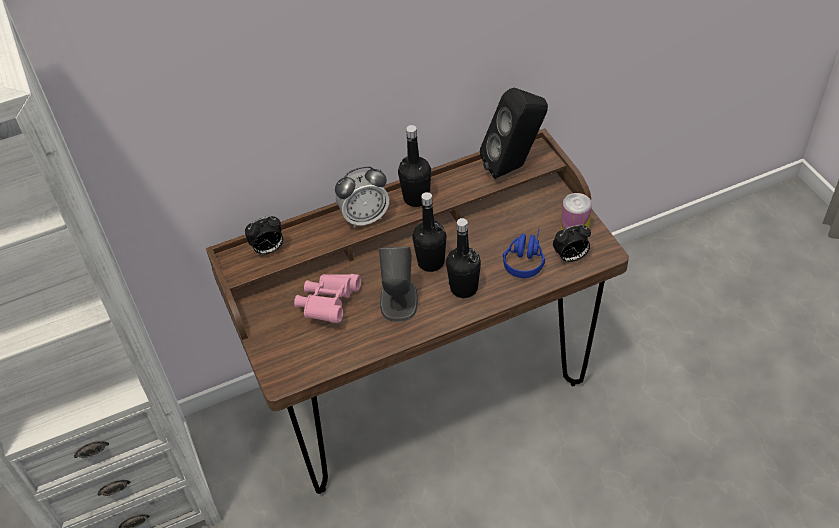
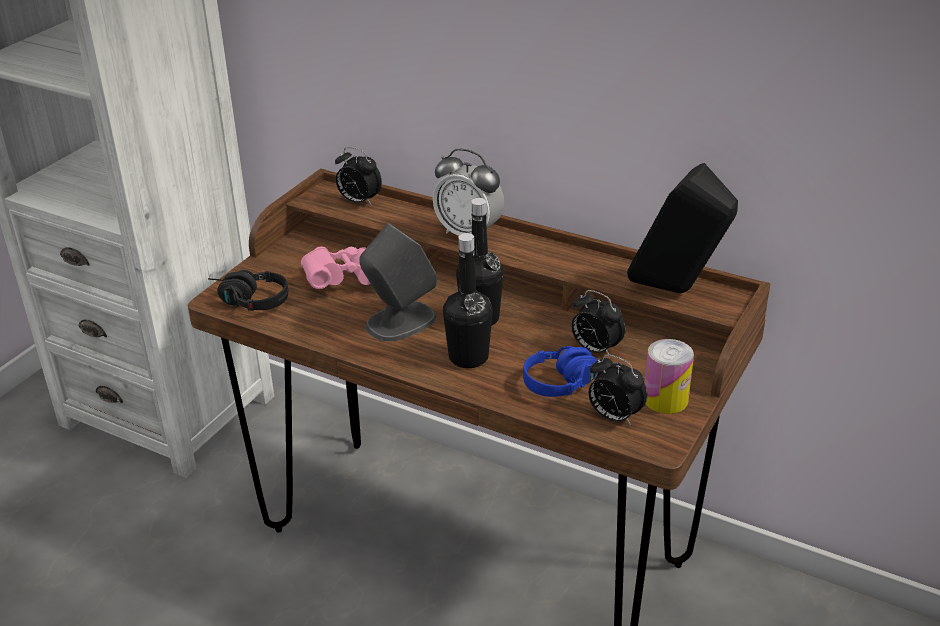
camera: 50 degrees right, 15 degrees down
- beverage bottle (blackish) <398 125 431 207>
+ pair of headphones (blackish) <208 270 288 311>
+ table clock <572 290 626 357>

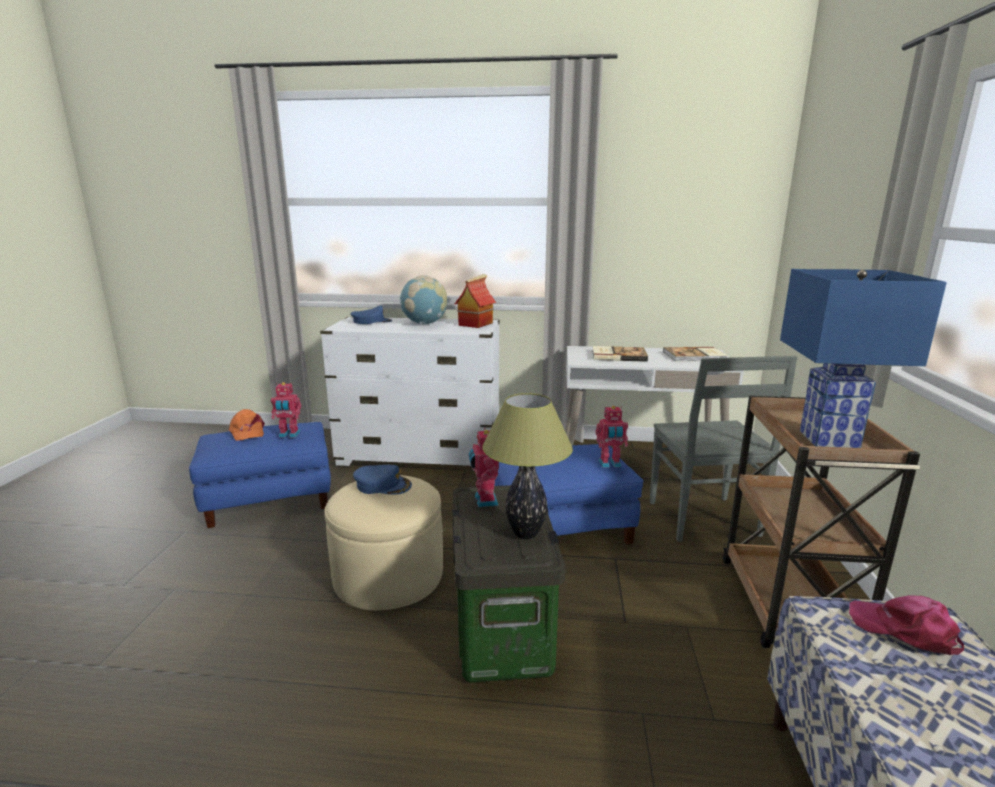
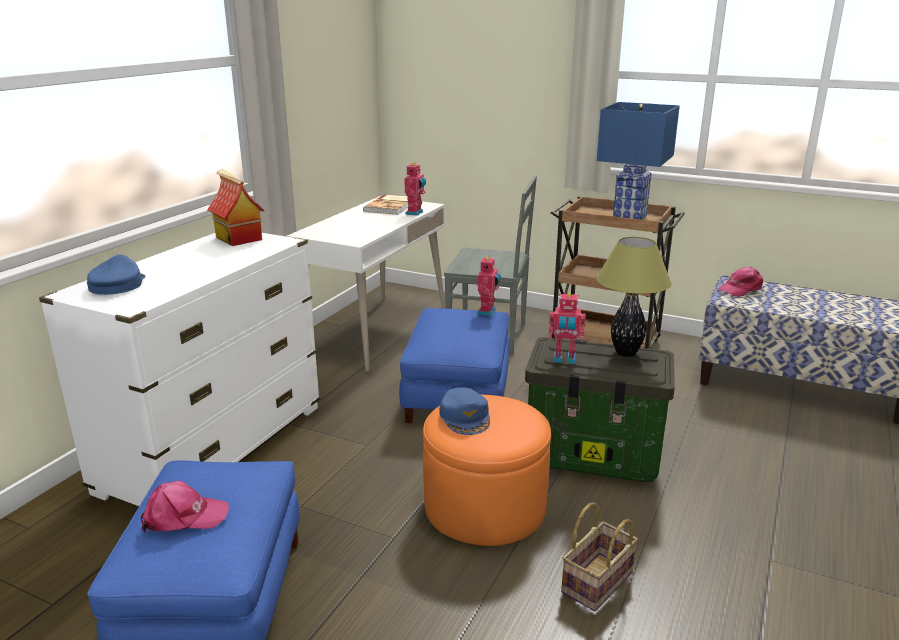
camera: 70 degrees left, 5 degrees up
- world globe <400 275 448 324>
- book <592 346 648 362>
~ model robot <271 382 301 438> to <404 162 426 216>
~ peaked cap (orange-coloured) <229 409 265 441> to peaked cap (pink-coloured) <141 481 229 534>
~ peaked cap (blue-coloured) <353 465 412 495> = <439 388 490 435> 135 degrees clockwise
~ pouffe (beige) <324 475 443 610> to pouffe (orange-coloured) <423 395 551 546>
+ household basket <561 502 638 611>

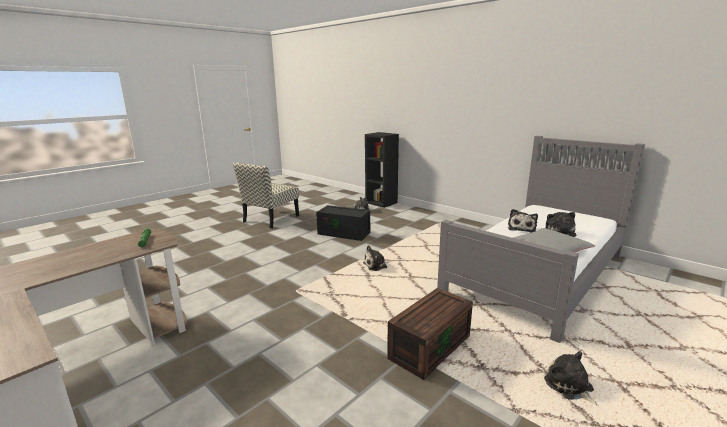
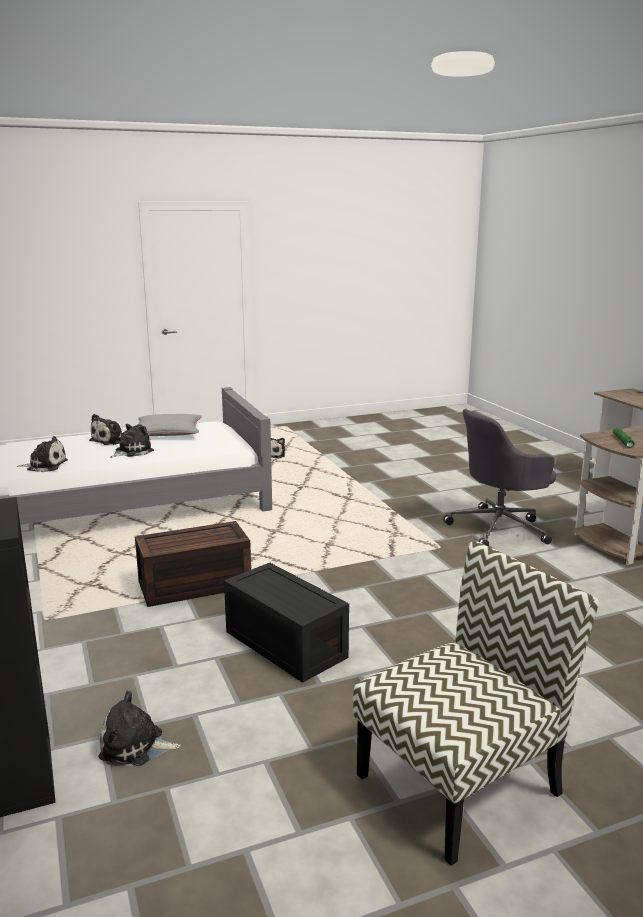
camera: 155 degrees left, 0 degrees up
~ soft toy <363 245 391 271> to <17 436 68 472>
~ storage box (brown-coloured) <387 288 473 380> to <135 521 251 607>
+ office chair (grey) <443 409 556 546>

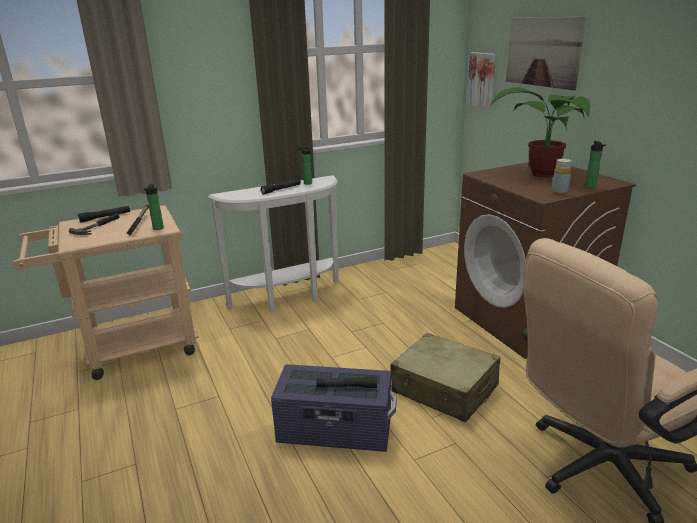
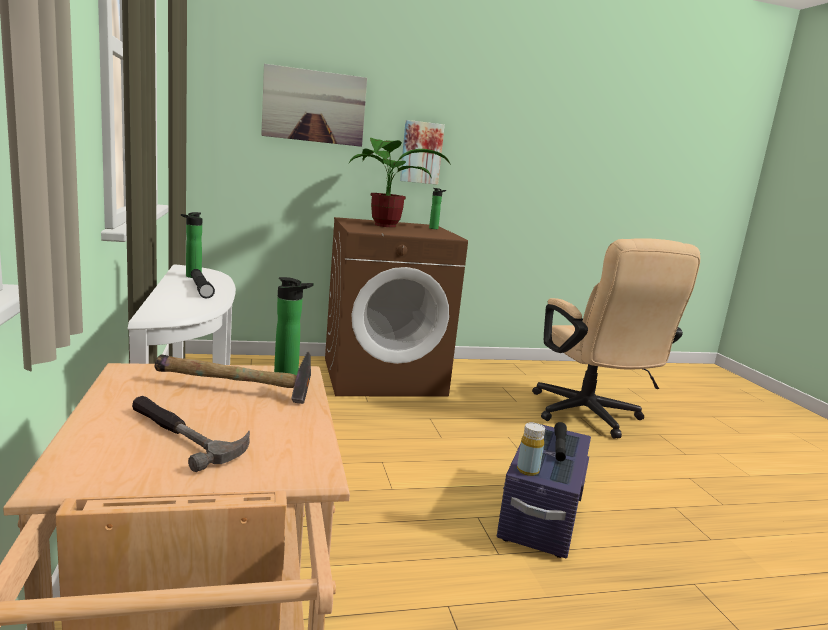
camera: 80 degrees left, 10 degrees down
~ picture <467 52 496 109> to <400 120 445 185>
~ beverage bottle (yellow) <552 159 572 195> to <517 422 545 476>
- torch (blackish) <78 206 130 223>
- piece of luggage (beige) <391 333 500 423>

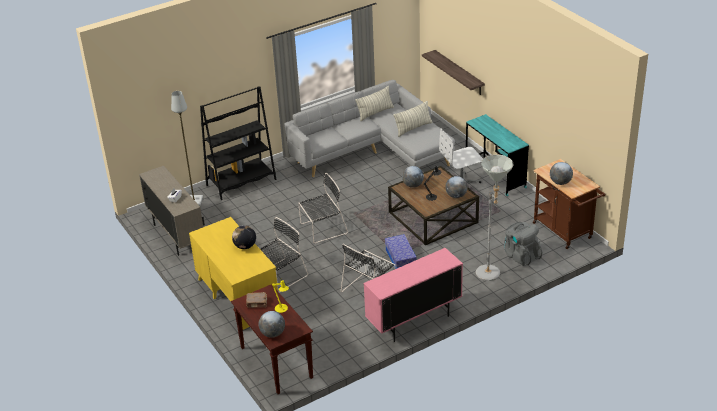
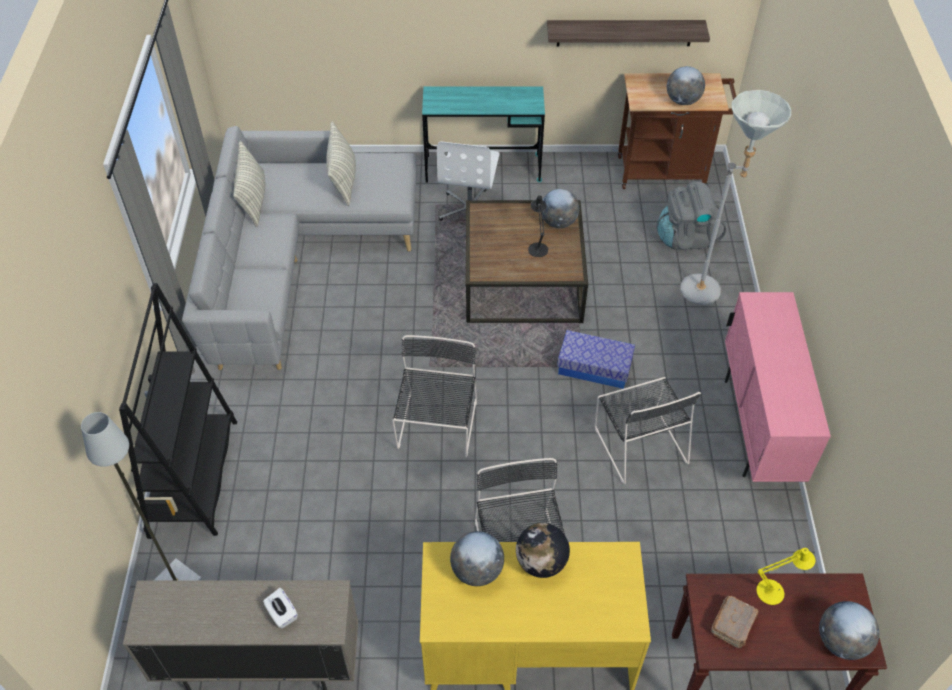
camera: 60 degrees left, 15 degrees up
~ shelf <422 50 485 95> to <547 20 710 46>
~ world globe <402 166 424 188> to <450 531 504 586>

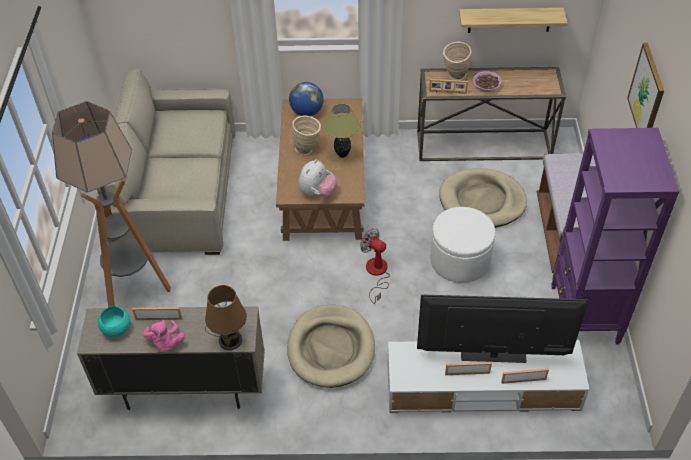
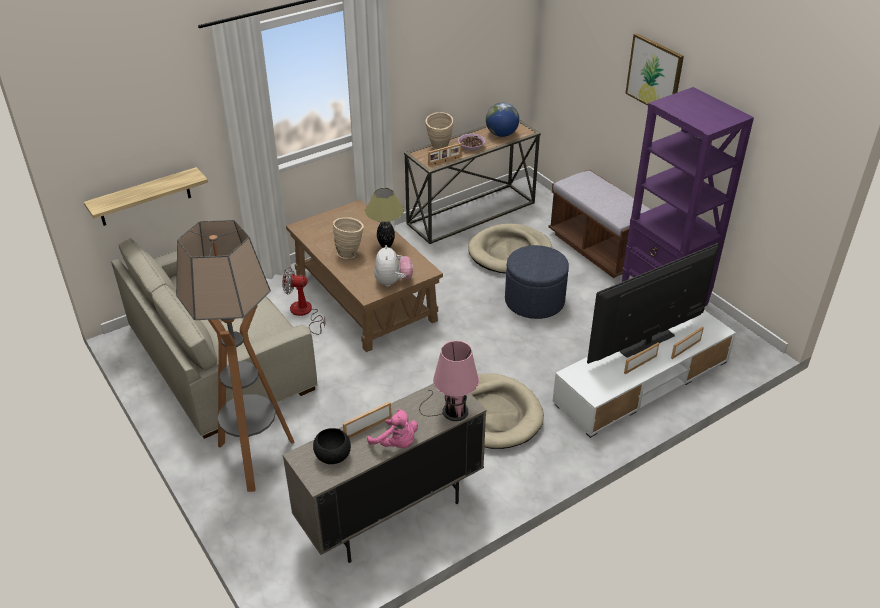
camera: 35 degrees left, 10 degrees down
~ shelf <459 8 568 33> to <84 167 208 226>
~ world globe <289 82 324 116> to <486 103 519 137>
~ pouffe (whitish) <430 207 495 283> to pouffe (blue-coloured) <505 245 569 319>
~ cooling fan <360 228 390 304> to <282 267 325 335>
~ table lamp (brown-coloured) <205 285 247 350> to table lamp (pink-coloured) <419 341 479 421>
~ deep dish (turquoise-coloured) <98 306 130 337> to deep dish (blackish) <313 428 351 464>

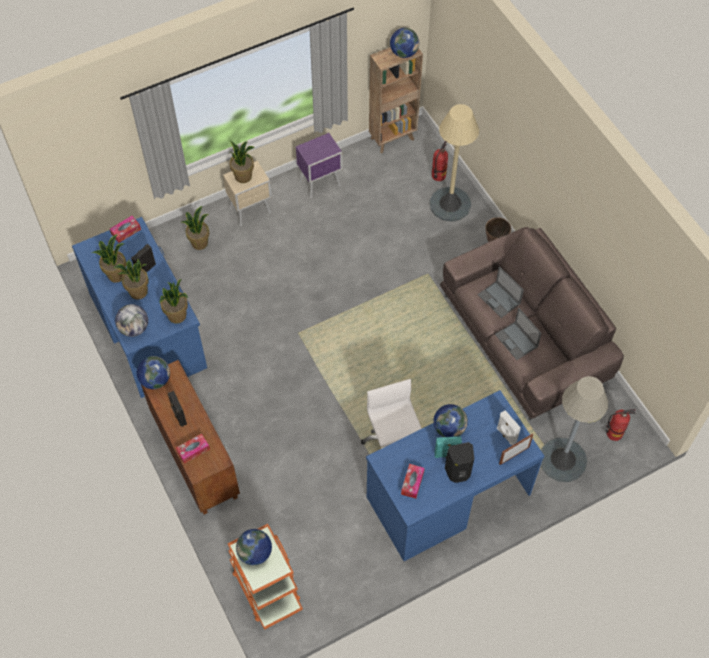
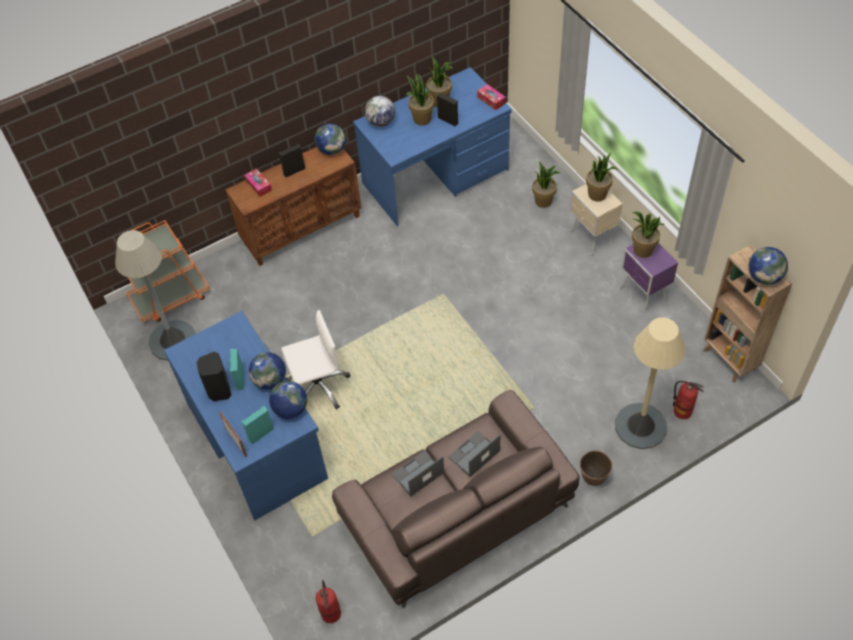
camera: 90 degrees right, 5 degrees down
~ houseplant <160 279 188 324> to <632 212 665 258>
~ standard lamp (grey) <541 376 608 482> to <115 230 196 361>
~ audio speaker (whitish) <497 410 521 445> to audio speaker (turquoise-coloured) <242 406 274 444>
- tissue box <401 464 425 499>
~ world globe <236 529 272 565> to <269 381 307 419>

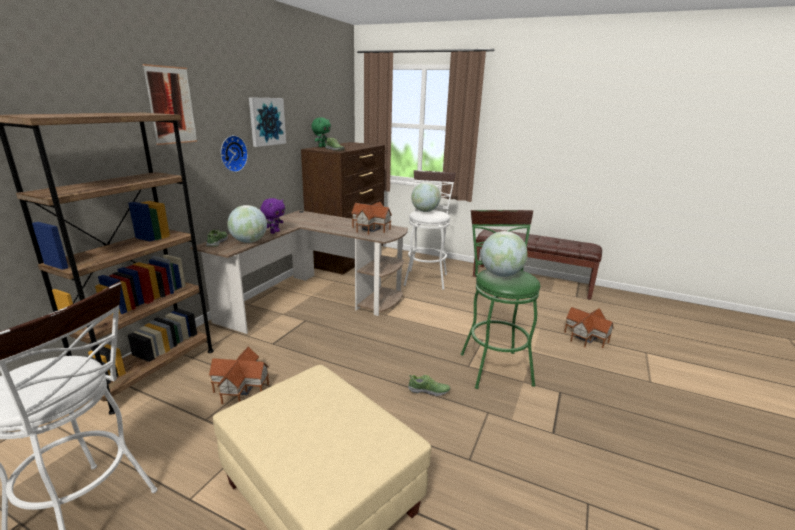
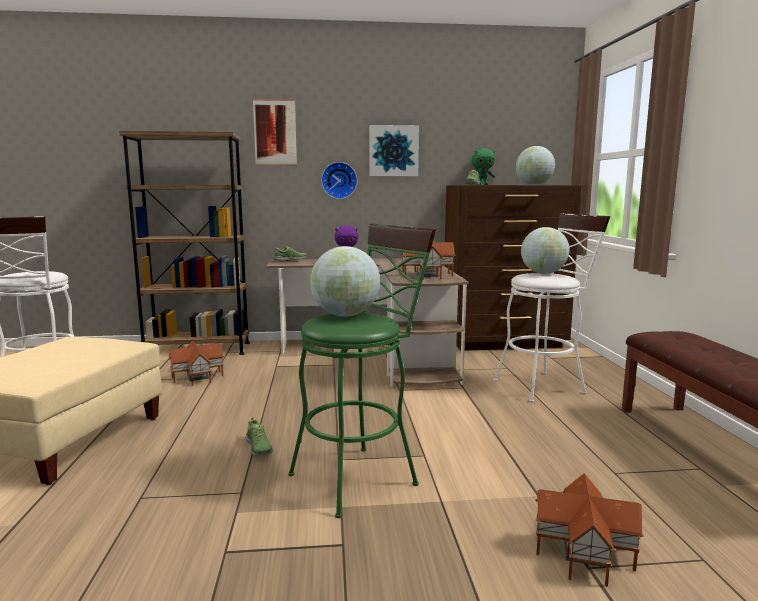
camera: 60 degrees right, 10 degrees down
~ world globe <227 205 267 243> to <516 146 555 185>

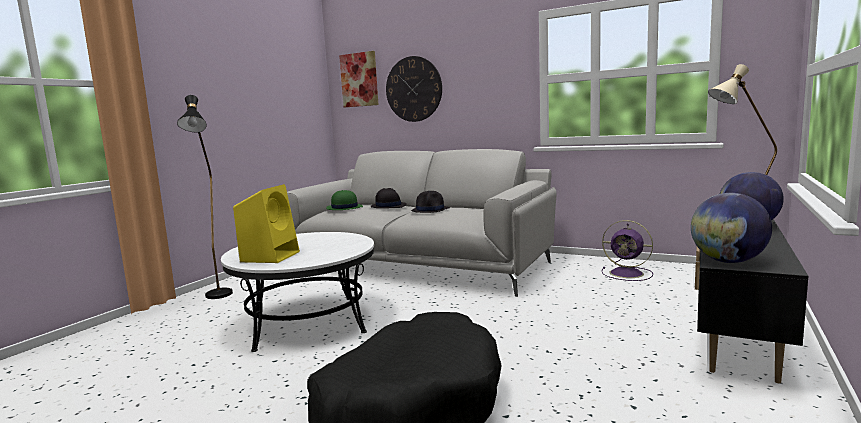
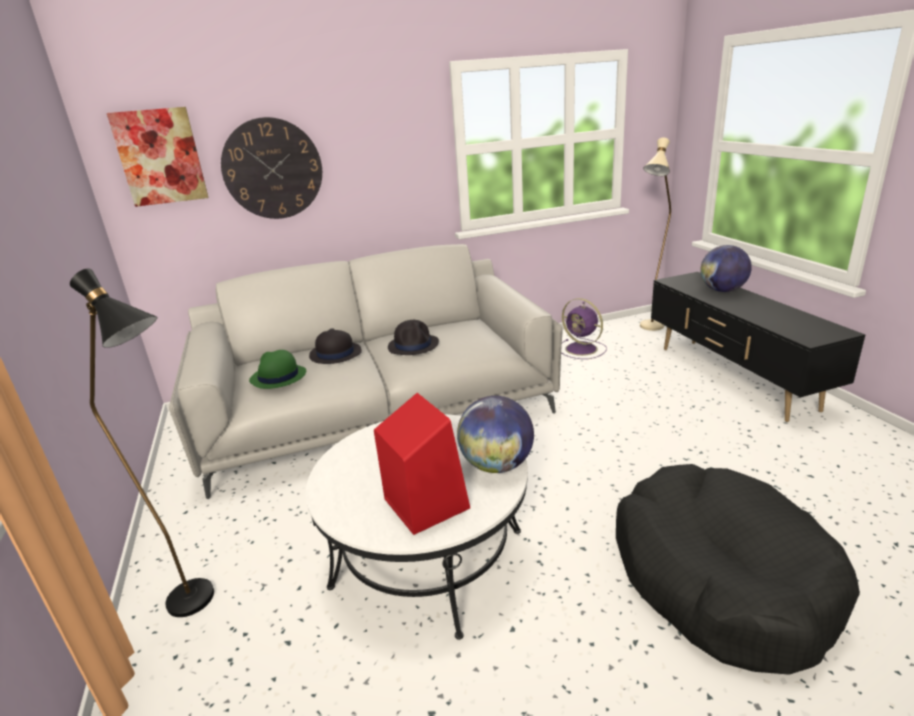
camera: 45 degrees left, 15 degrees up
~ audio speaker (yellow) <233 184 300 263> to audio speaker (reddish) <374 393 470 535>
~ world globe <691 193 772 263> to <457 396 534 473>
~ cooling fan (purple) <602 220 653 281> = <561 298 607 359> 60 degrees clockwise

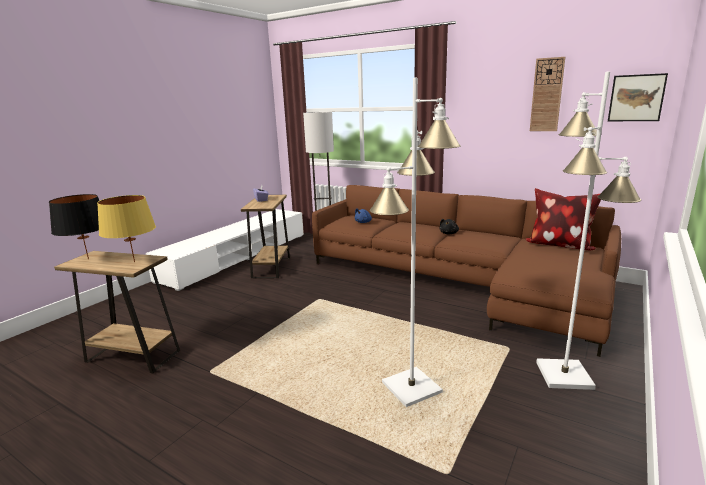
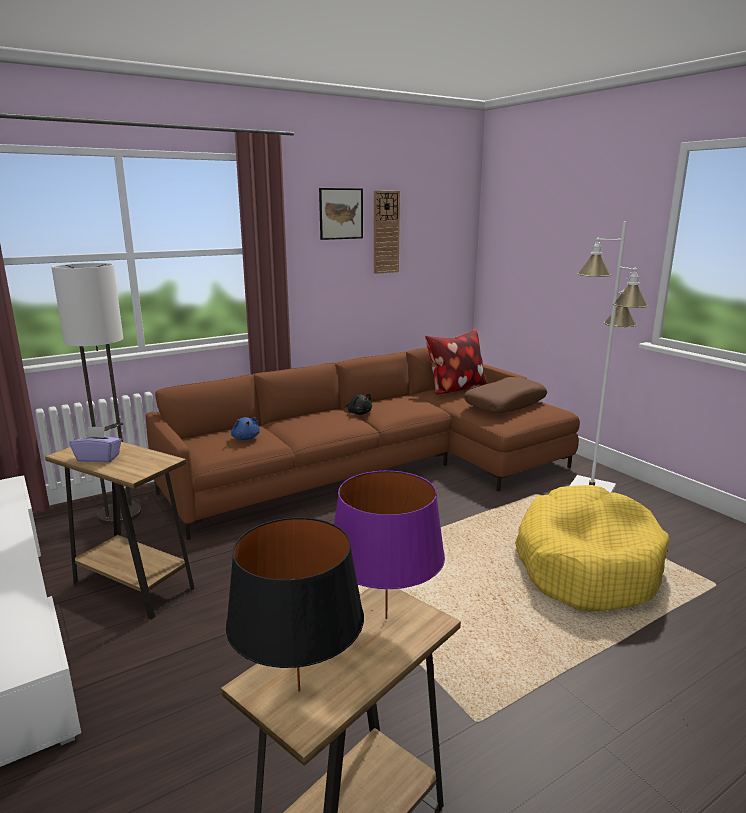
camera: 65 degrees left, 0 degrees up
~ picture <608 73 668 121> to <319 188 363 240>
~ standard lamp (whitish) <370 78 461 407> to dog bed (yellow) <515 485 669 611>
~ table lamp (yellow) <97 195 156 262> to table lamp (purple) <334 471 445 619>
+ pillow (brown-coloured) <464 377 547 413>

